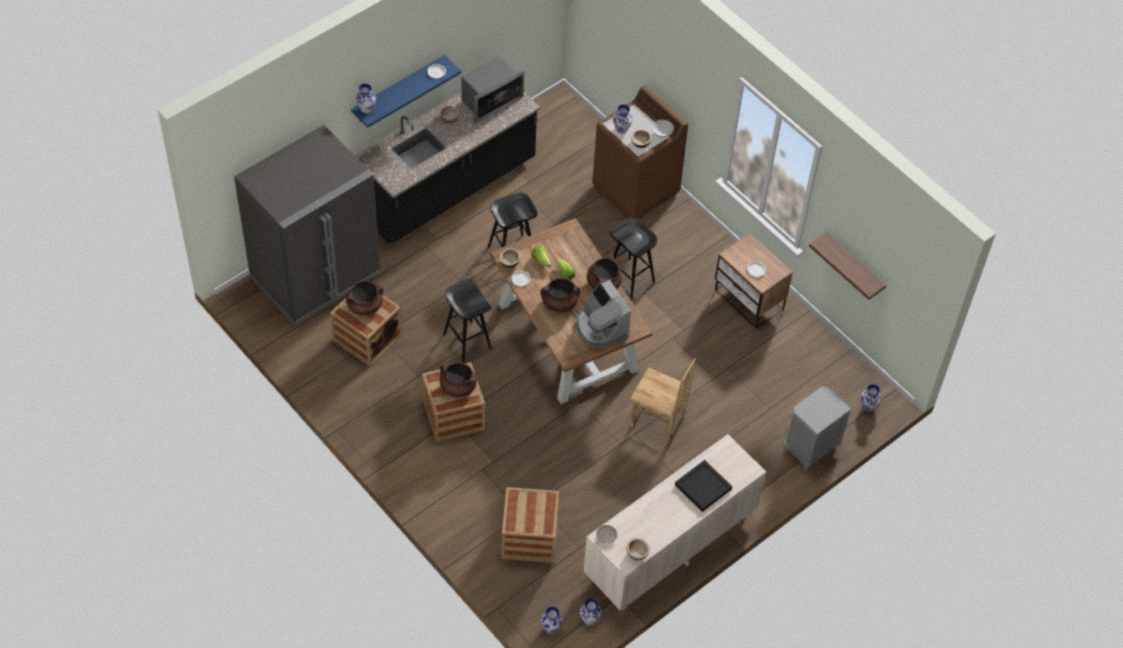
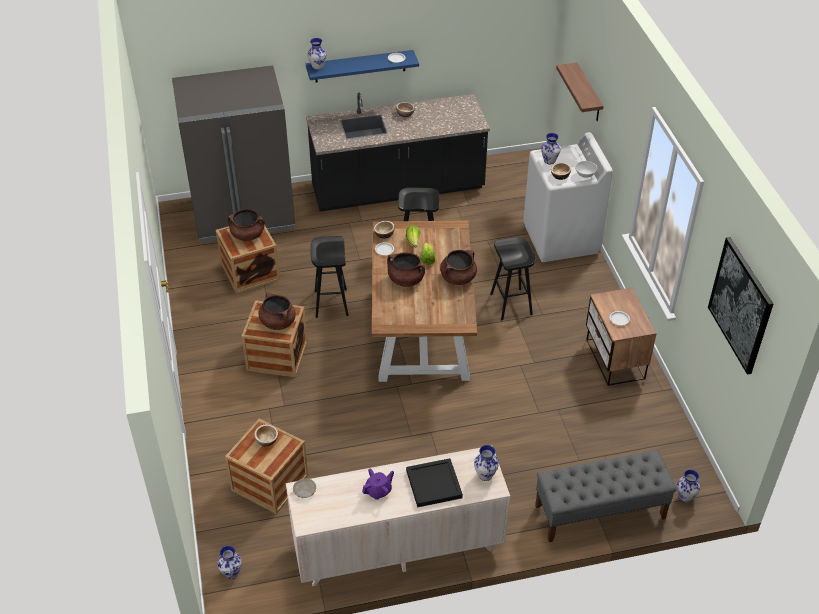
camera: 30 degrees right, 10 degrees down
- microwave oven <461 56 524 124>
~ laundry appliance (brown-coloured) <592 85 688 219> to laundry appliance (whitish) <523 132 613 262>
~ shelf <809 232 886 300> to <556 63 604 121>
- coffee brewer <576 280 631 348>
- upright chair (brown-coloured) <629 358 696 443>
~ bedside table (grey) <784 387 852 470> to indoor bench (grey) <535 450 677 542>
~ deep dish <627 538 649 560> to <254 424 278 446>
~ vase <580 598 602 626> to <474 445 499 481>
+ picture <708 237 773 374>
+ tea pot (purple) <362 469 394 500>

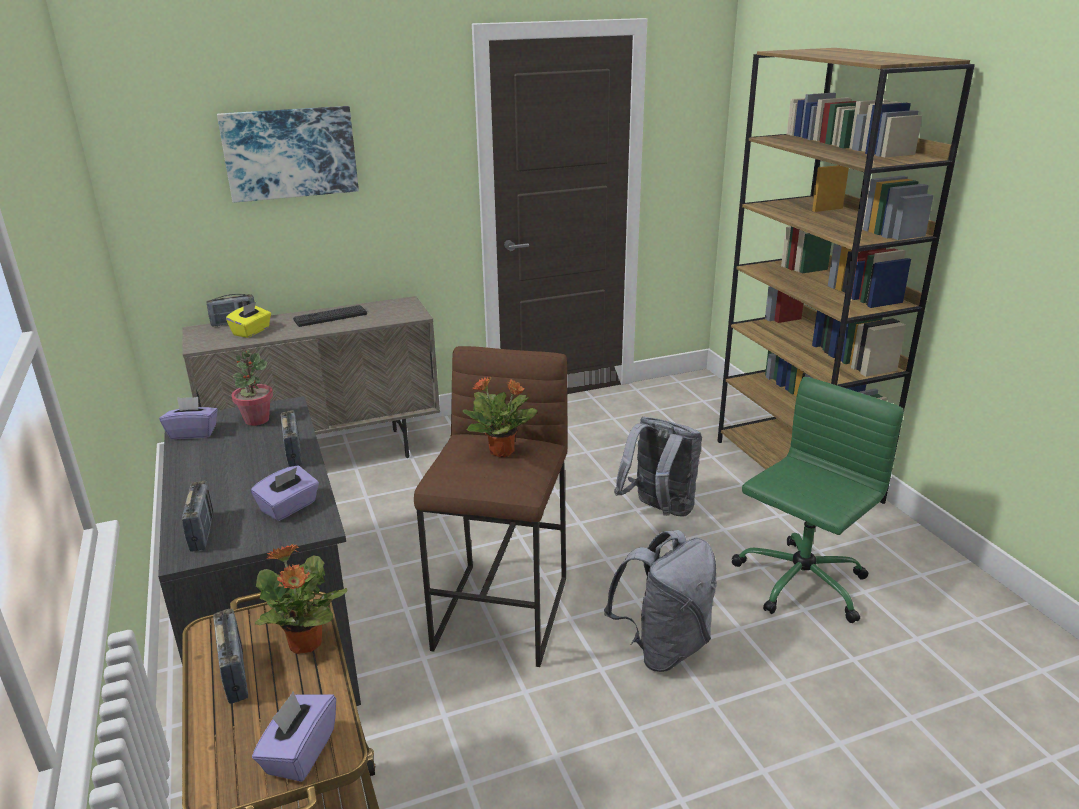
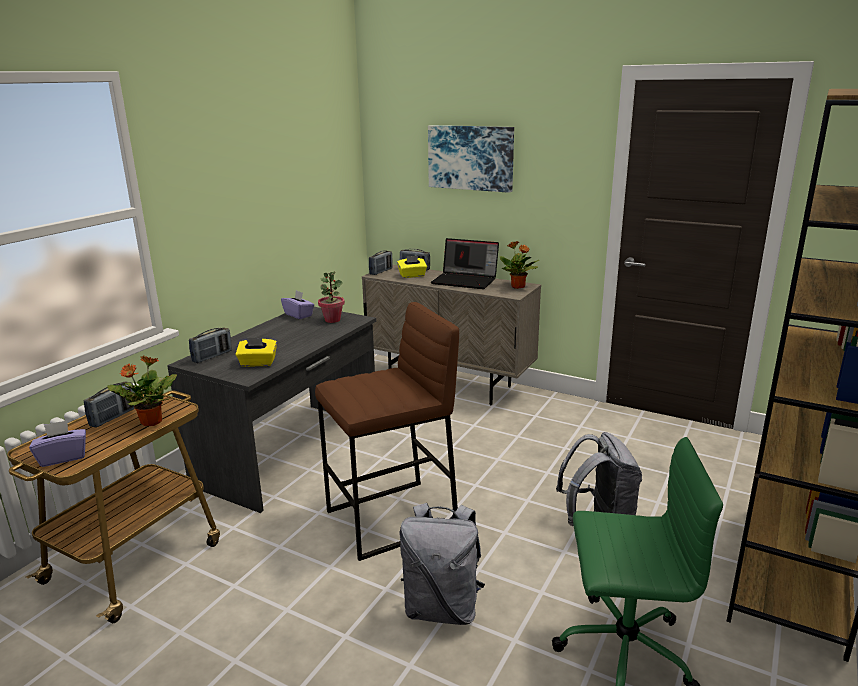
camera: 50 degrees right, 5 degrees down
~ computer keyboard <293 305 367 327> to laptop <431 238 499 289>
~ houseplant <463 376 538 457> to <500 241 539 289>
~ radio set <280 411 302 467> to <369 250 393 275>
~ tissue box (purple) <251 465 319 521> to tissue box (yellow) <236 338 277 367>

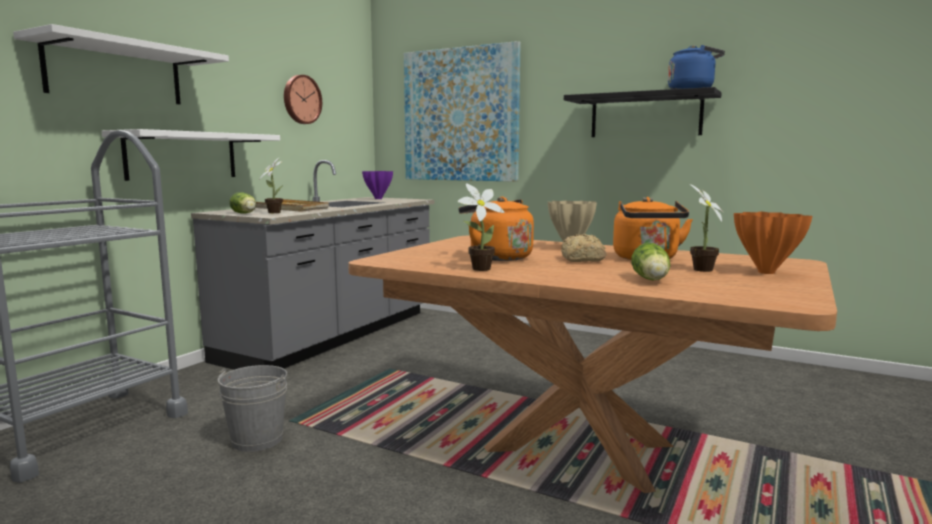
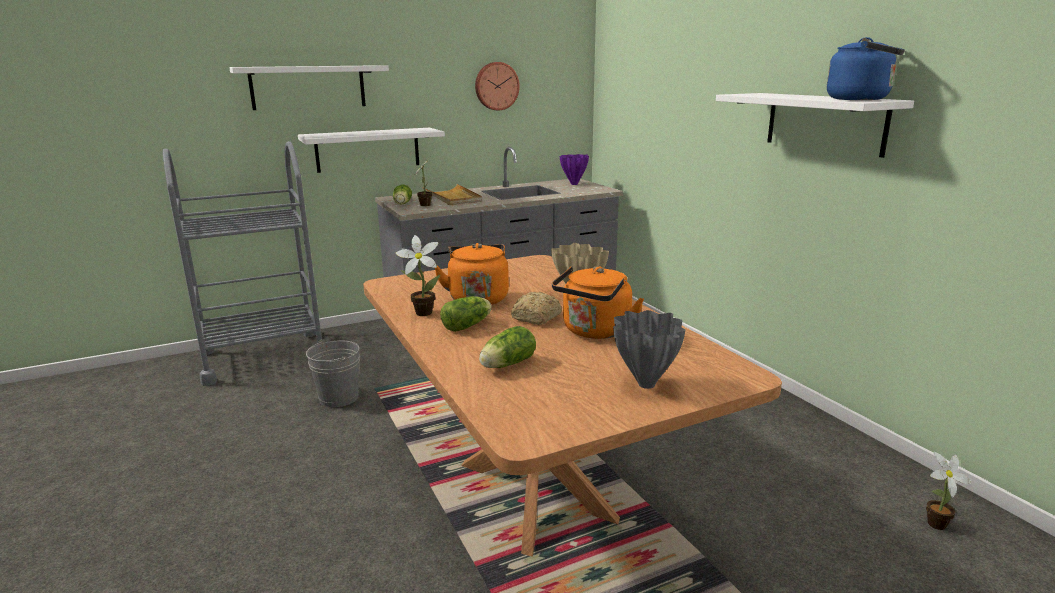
camera: 35 degrees right, 10 degrees up
- picture <404 41 520 182>
~ shelf (blackish) <564 87 721 137> to shelf (whitish) <716 93 914 158>
~ houseplant <690 184 723 272> to <926 452 971 530>
~ vase (orange-coloured) <734 212 812 274> to vase (grey) <613 310 685 389>
+ lettuce head <440 296 492 332>

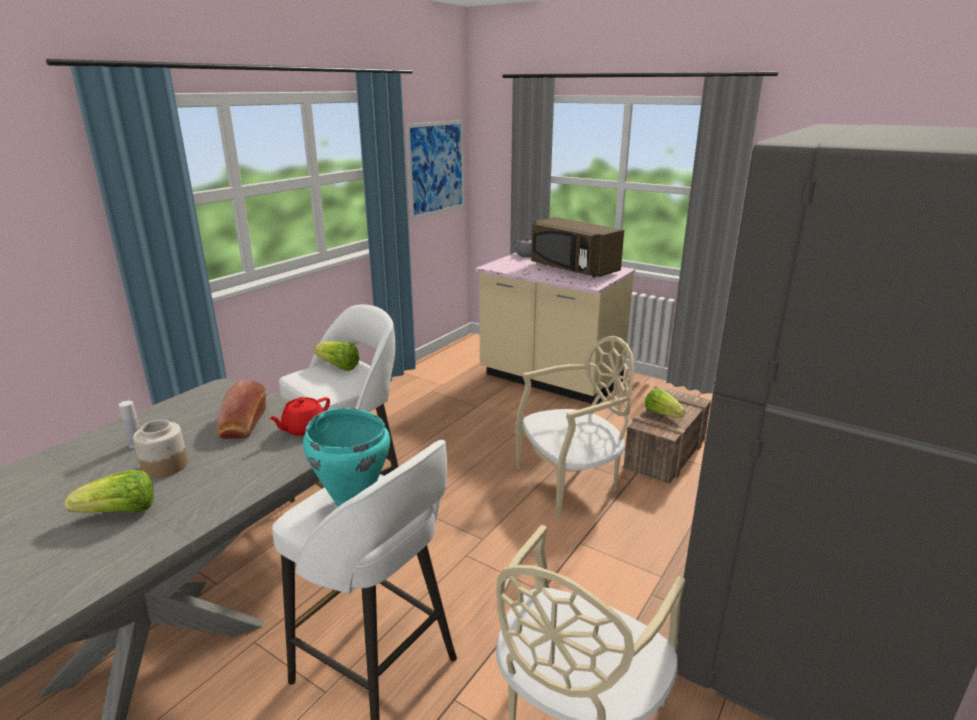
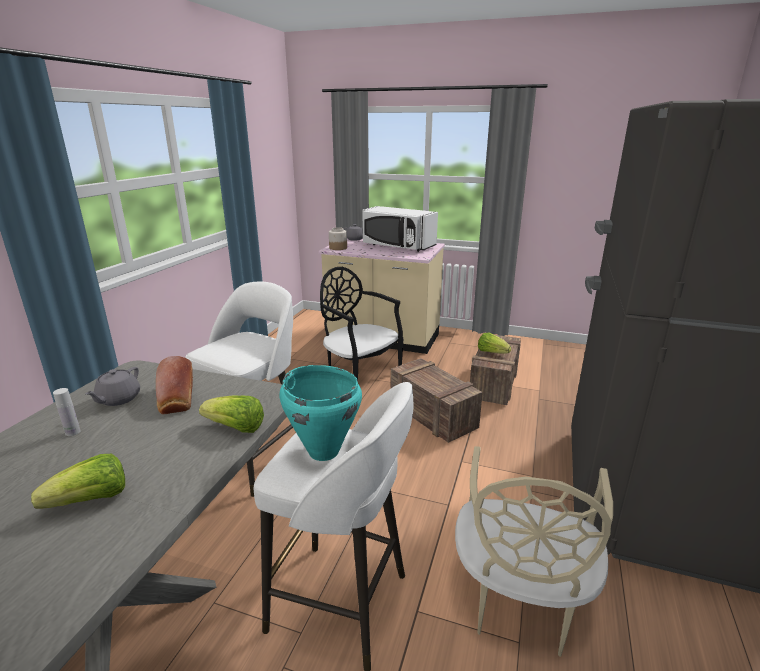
camera: 15 degrees left, 0 degrees up
- picture <406 120 465 220>
~ microwave oven (brown-coloured) <531 217 624 278> to microwave oven (whitish) <362 206 438 252>
~ upright chair (beige) <515 336 634 519> to crate <391 358 483 443>
~ lettuce head <314 341 359 371> to <199 395 264 433>
- tea pot (reddish) <268 397 330 436>
~ jar <133 420 188 478> to <329 227 347 250>
+ upright chair (blackish) <320 267 403 380>
+ tea pot (grey) <85 367 140 406>

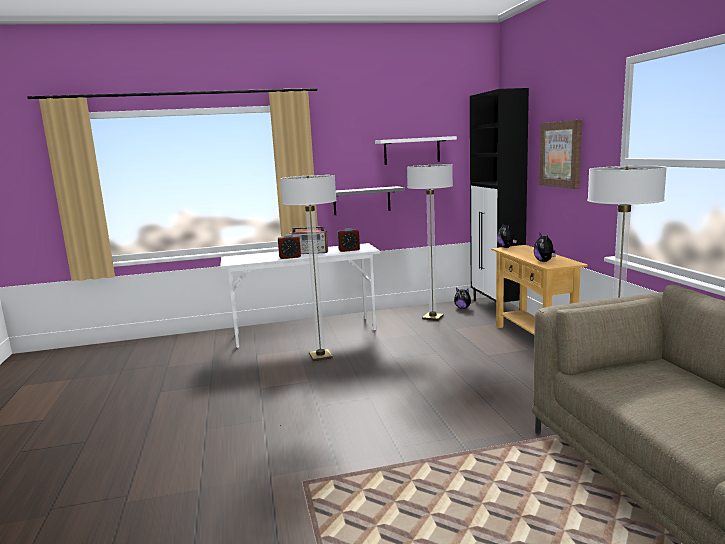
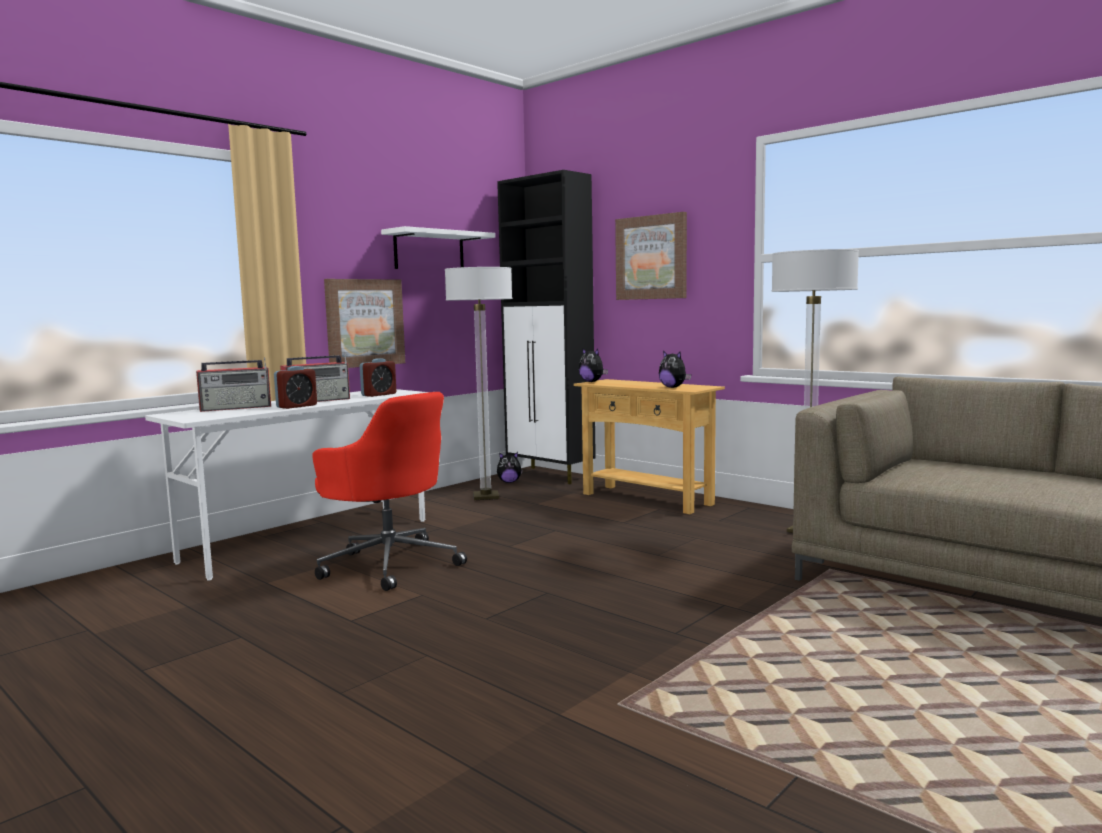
camera: 35 degrees left, 5 degrees down
~ standard lamp <280 175 337 361> to office chair (reddish) <312 392 467 591>
~ shelf (grey) <333 186 405 215> to picture <324 279 405 368>
+ radio set <196 358 271 412>

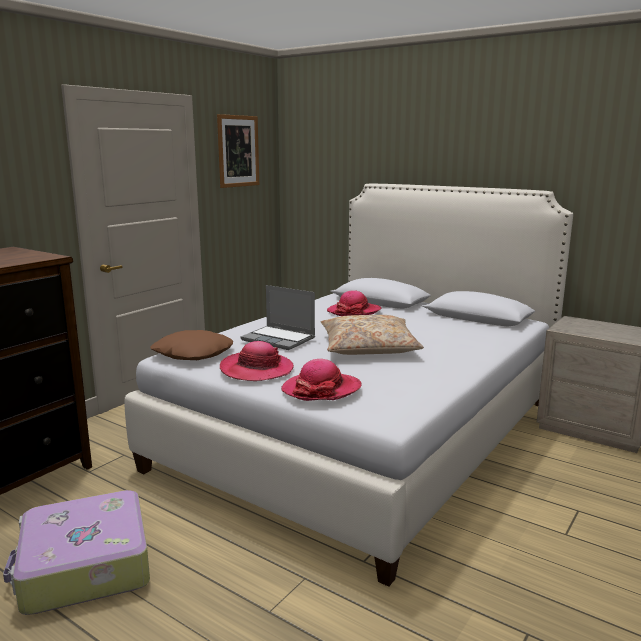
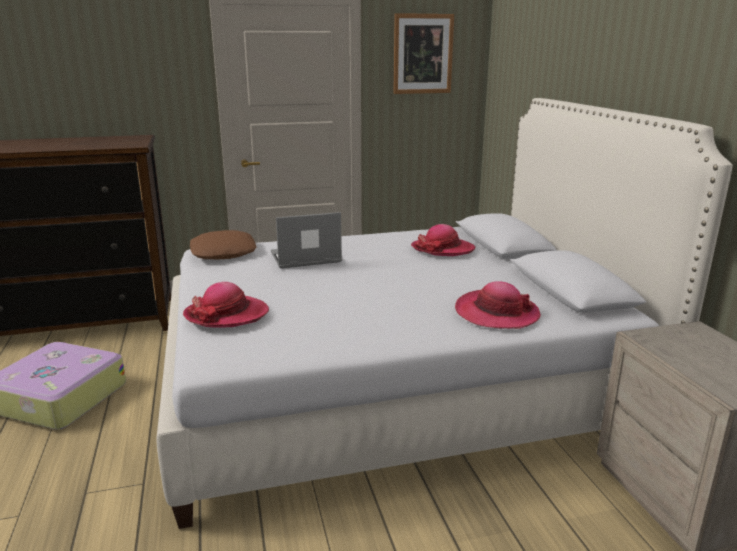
camera: 40 degrees right, 5 degrees up
~ laptop <240 285 315 350> = <271 212 342 269> 90 degrees clockwise
- pillow (beige) <321 315 424 355>
~ wearable hat <220 341 294 381> to <455 281 541 329>

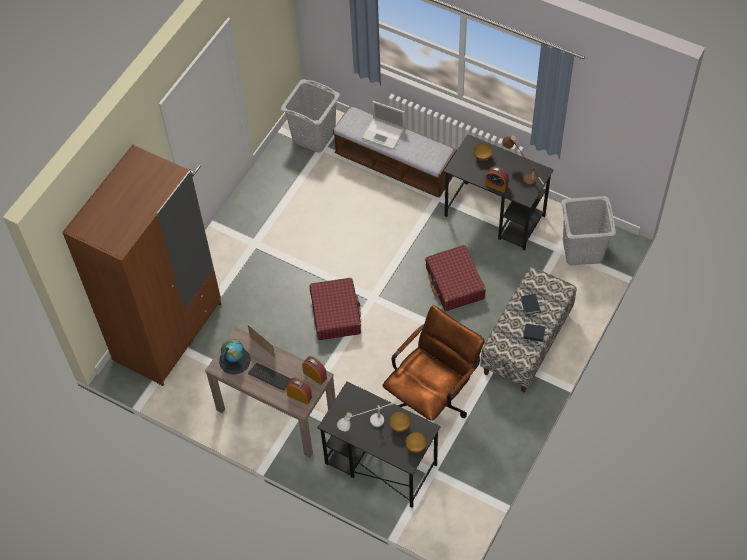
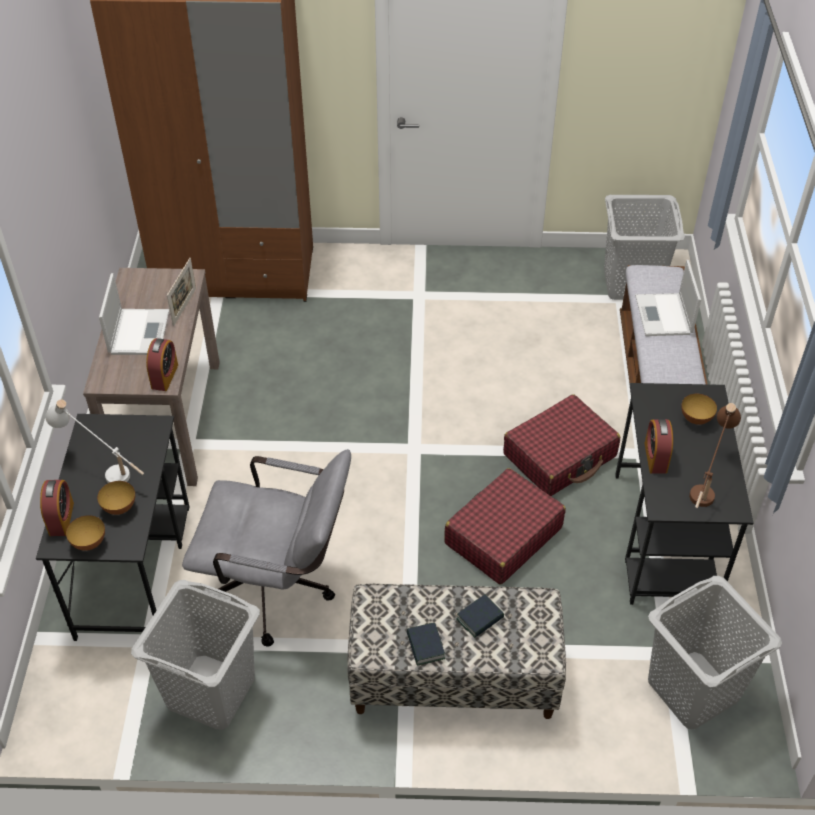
camera: 60 degrees right, 10 degrees down
~ piece of luggage (reddish) <310 278 361 340> to <503 394 620 496>
~ office chair (brown-coloured) <383 305 485 421> to office chair (grey) <182 449 351 646>
- world globe <219 339 251 375>
~ computer keyboard <248 363 291 390> to laptop <99 273 169 355>
~ table clock <286 378 312 405> to <40 480 74 536>
+ hamper (grey) <131 580 260 730>

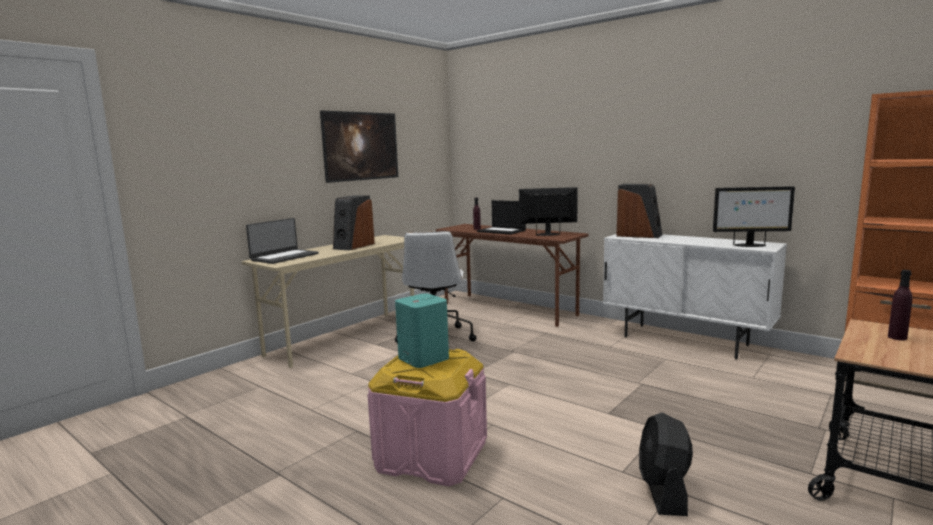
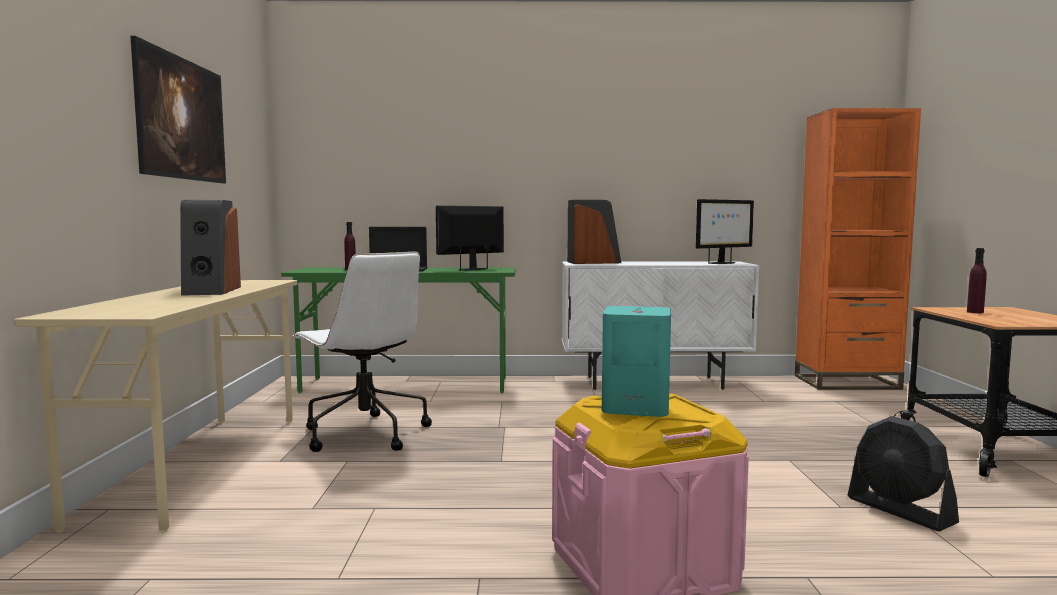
camera: 40 degrees left, 5 degrees down
- laptop <246 218 319 264>
~ desk (brown-coloured) <436 224 589 327> to desk (greenish) <282 267 516 393>

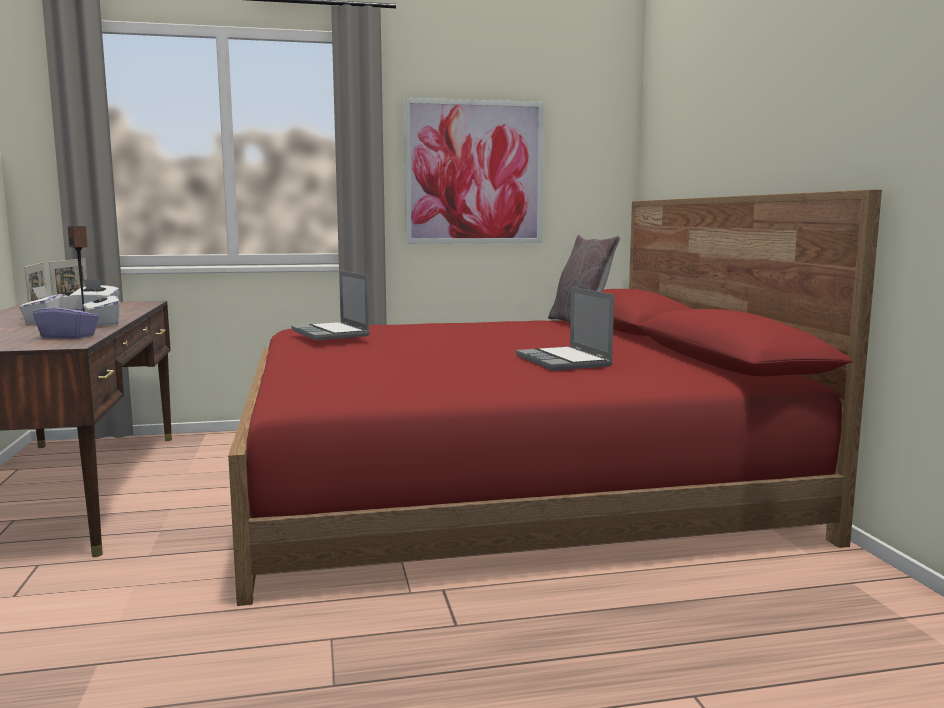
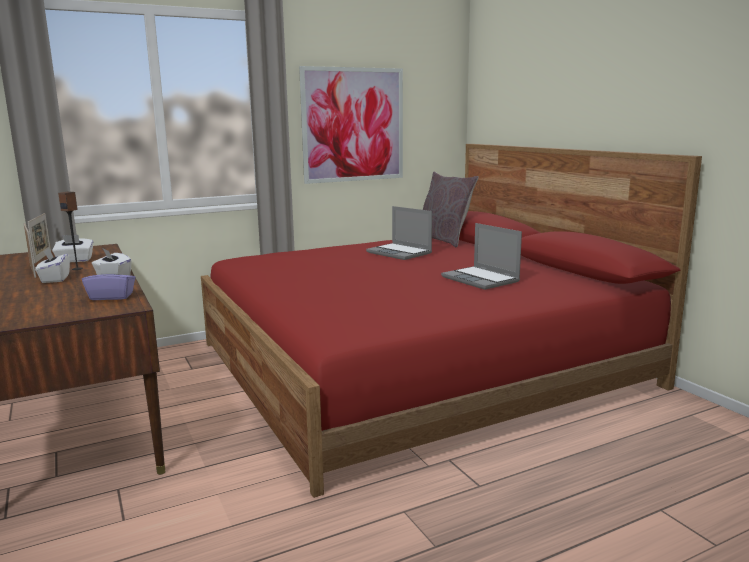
camera: 15 degrees left, 5 degrees up
~ laptop <291 271 370 340> to <366 206 432 260>

